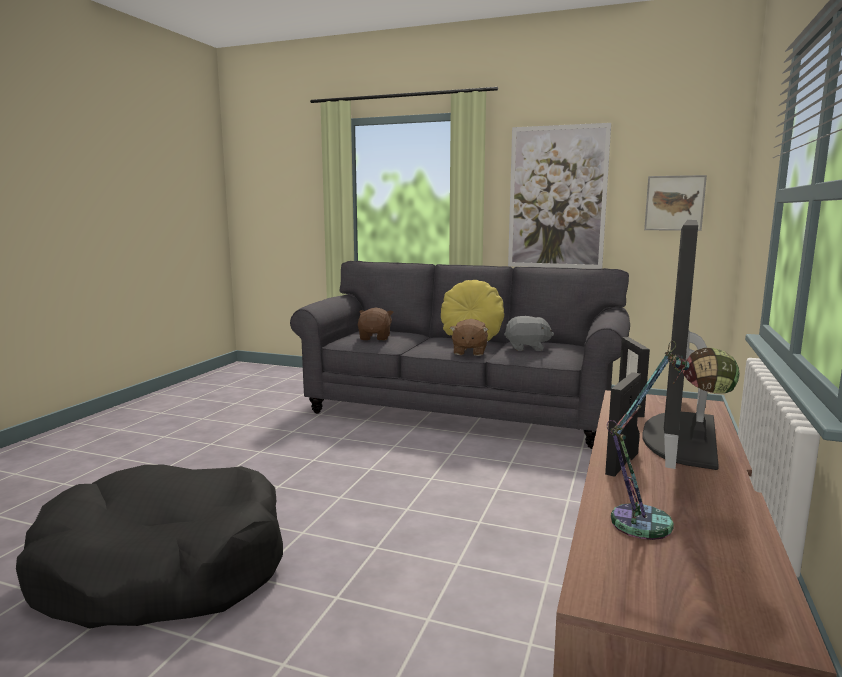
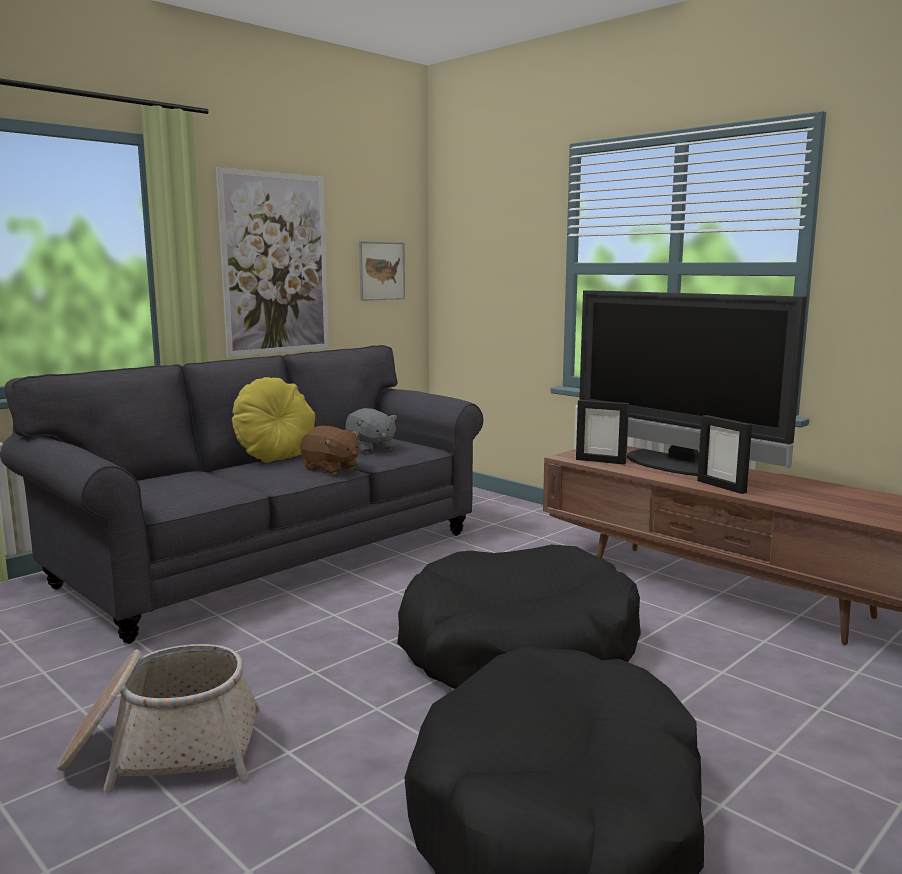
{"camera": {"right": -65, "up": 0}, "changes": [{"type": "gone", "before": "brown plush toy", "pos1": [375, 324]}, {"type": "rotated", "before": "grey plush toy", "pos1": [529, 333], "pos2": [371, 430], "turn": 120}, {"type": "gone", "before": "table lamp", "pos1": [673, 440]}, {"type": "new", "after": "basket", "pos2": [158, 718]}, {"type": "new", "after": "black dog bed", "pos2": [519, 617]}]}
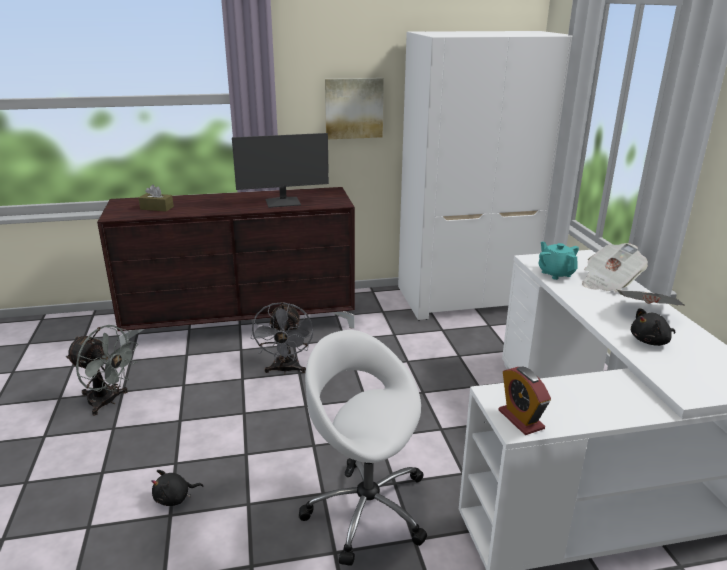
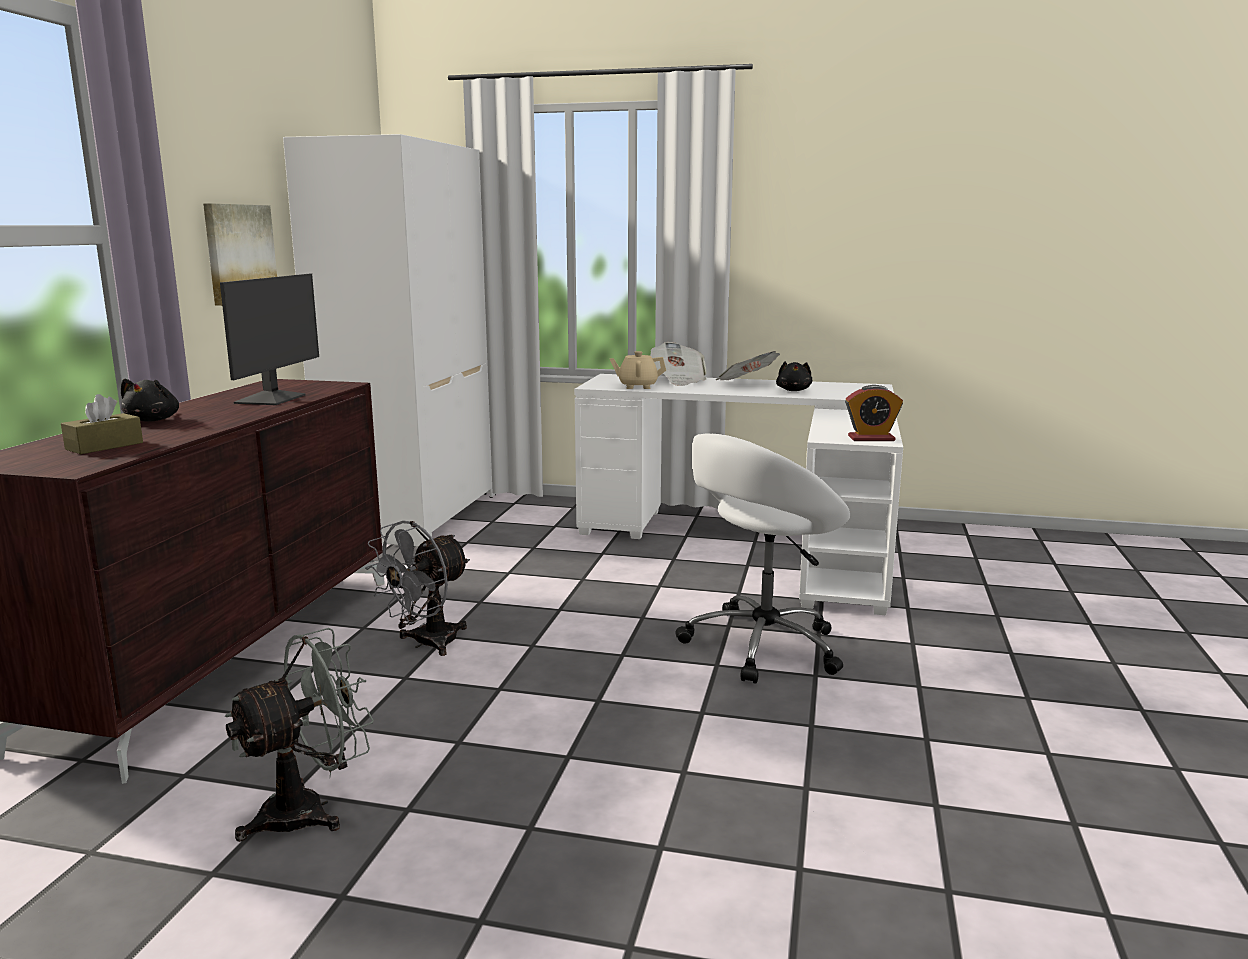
{"camera": {"right": -65, "up": -10}, "changes": [{"type": "shifted", "before": "black plush toy", "pos1": [177, 488], "pos2": [150, 400]}, {"type": "rotated", "before": "grey fan", "pos1": [282, 338], "pos2": [417, 588], "turn": 105}, {"type": "repainted", "before": "turquoise teapot", "after": "beige teapot", "pos1": [559, 261], "pos2": [638, 370]}]}
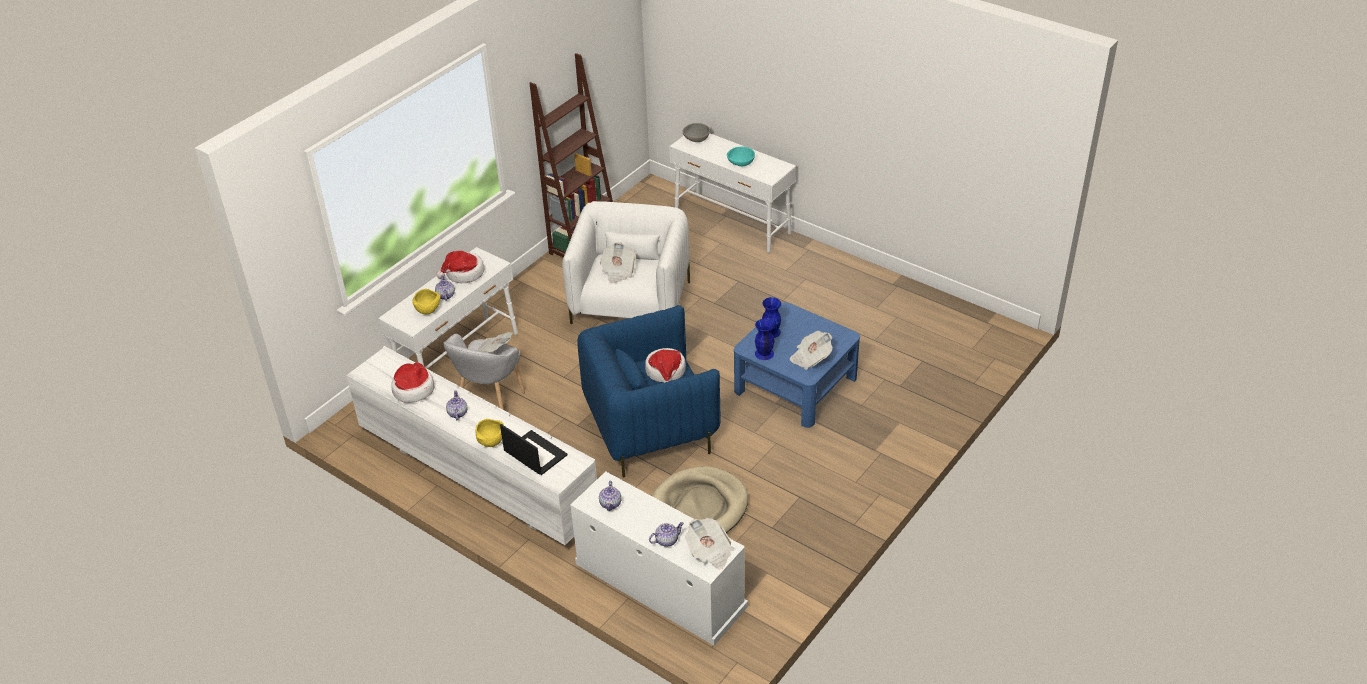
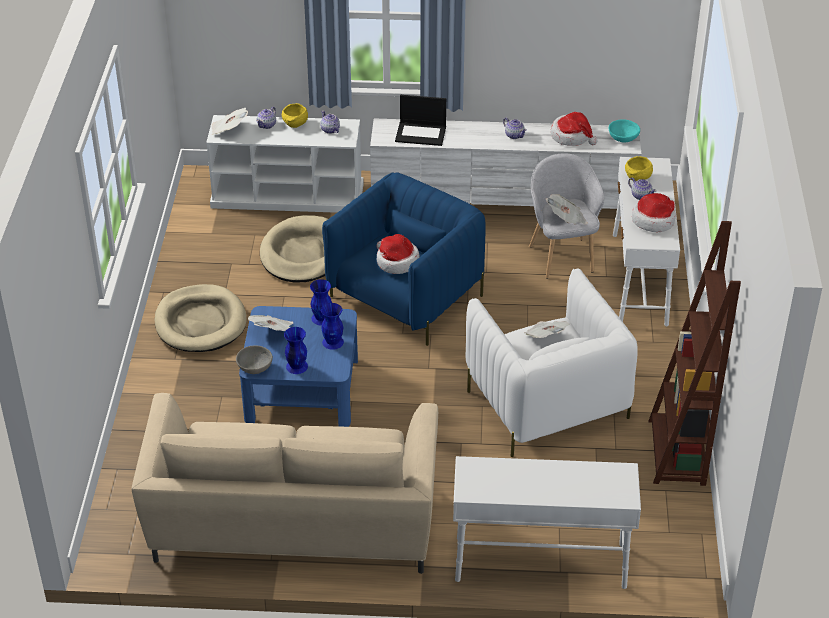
{"camera": {"right": 145, "up": 0}, "changes": [{"type": "shifted", "before": "yellow bowl", "pos1": [489, 433], "pos2": [295, 115]}, {"type": "shifted", "before": "grey bowl", "pos1": [696, 132], "pos2": [254, 359]}, {"type": "shifted", "before": "turquoise bowl", "pos1": [741, 156], "pos2": [624, 130]}, {"type": "new", "after": "beige sofa", "pos2": [284, 483]}, {"type": "new", "after": "beige dog bed", "pos2": [200, 318]}, {"type": "new", "after": "blue vase", "pos2": [296, 350]}]}
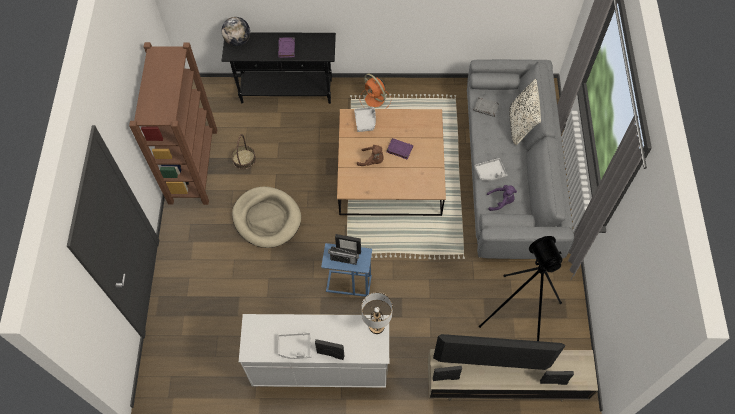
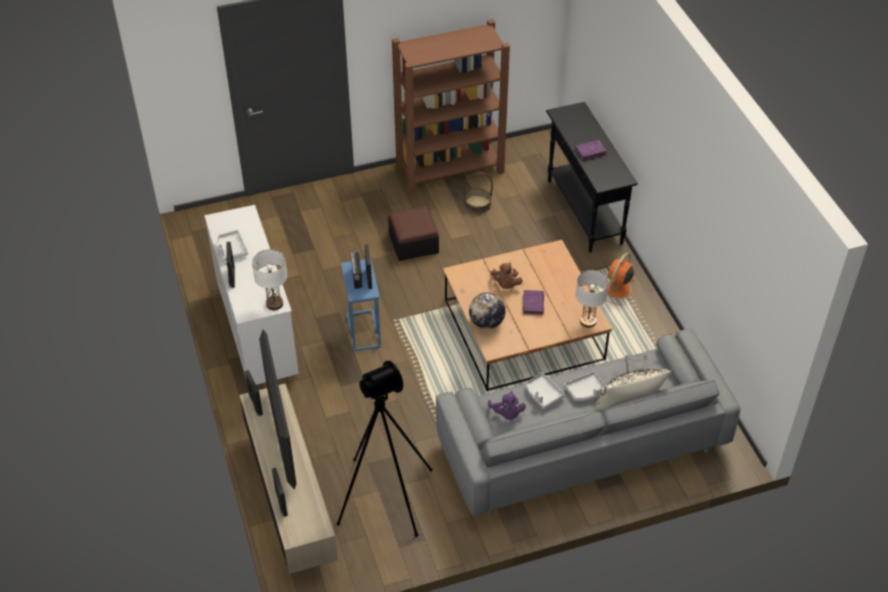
{"camera": {"right": 70, "up": -15}, "changes": [{"type": "shifted", "before": "globe", "pos1": [235, 31], "pos2": [487, 310]}, {"type": "swapped", "before": "beige dog bed", "after": "ottoman", "pos1": [266, 217], "pos2": [413, 234]}, {"type": "shifted", "before": "grey tray", "pos1": [365, 119], "pos2": [585, 386]}, {"type": "new", "after": "table lamp", "pos2": [592, 299]}]}
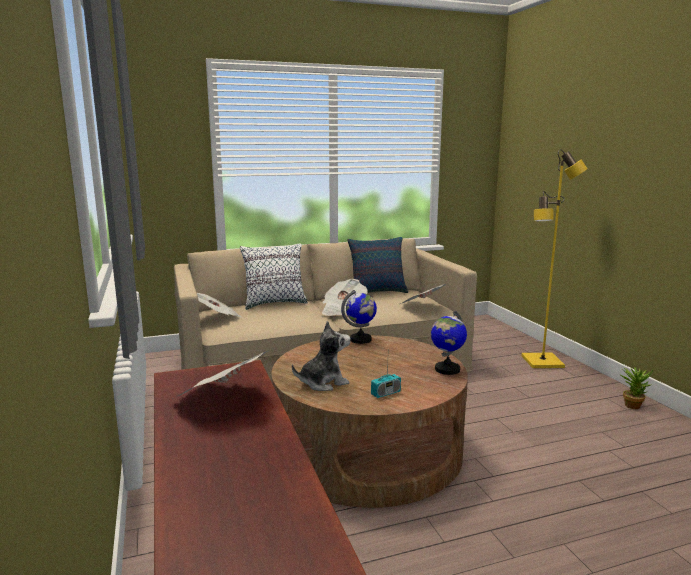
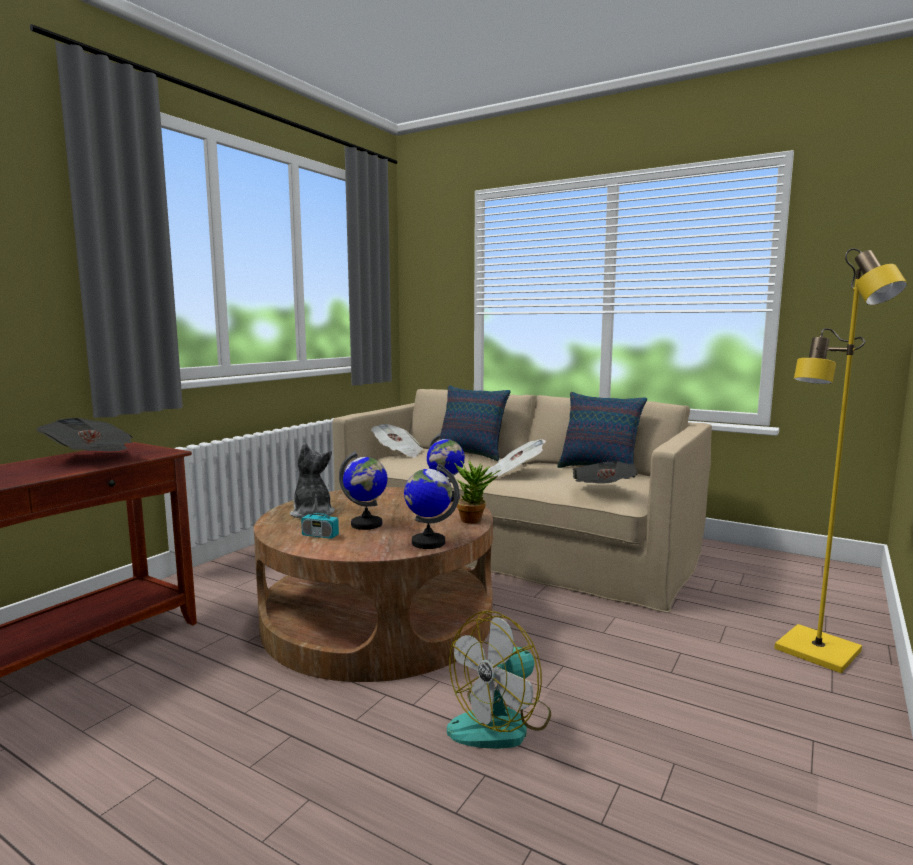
{"camera": {"right": 50, "up": -5}, "changes": [{"type": "repainted", "before": "white pillow", "after": "blue pillow", "pos1": [274, 277], "pos2": [474, 423]}, {"type": "rotated", "before": "plush toy", "pos1": [321, 356], "pos2": [312, 480], "turn": -135}, {"type": "shifted", "before": "potted plant", "pos1": [636, 388], "pos2": [477, 492]}, {"type": "new", "after": "globe", "pos2": [363, 490]}, {"type": "new", "after": "fan", "pos2": [499, 679]}]}
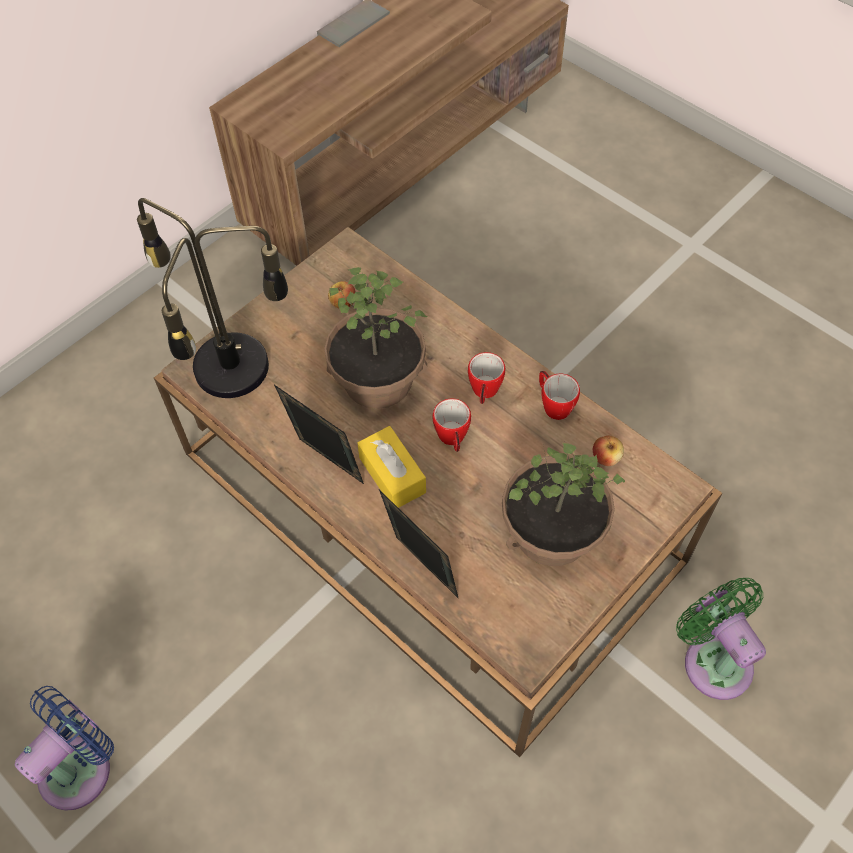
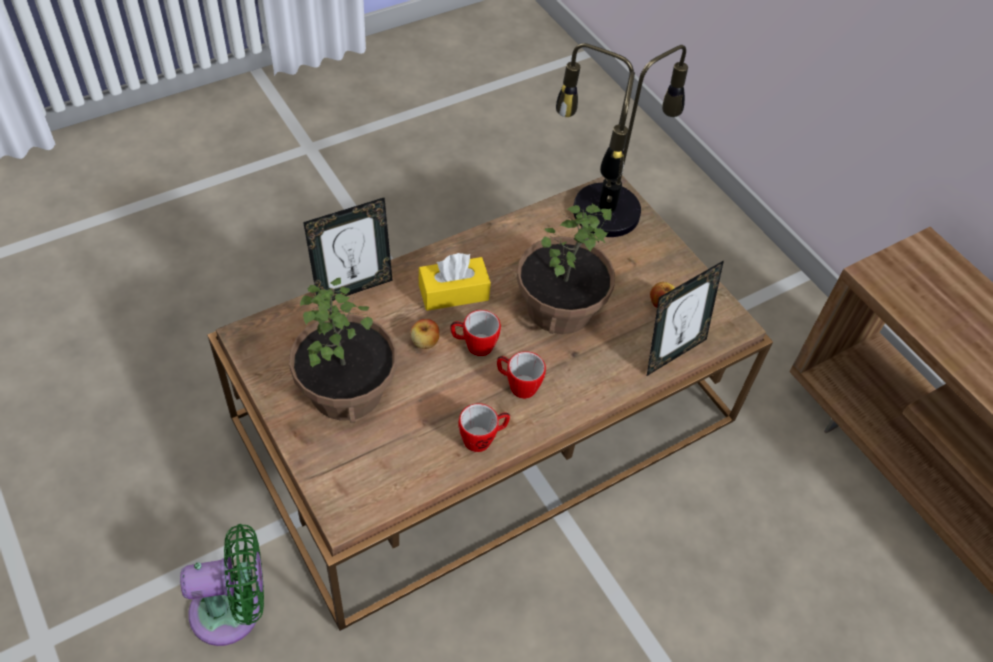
{"camera": {"right": 100, "up": -5}, "changes": [{"type": "gone", "before": "blue fan", "pos1": [64, 748]}, {"type": "shifted", "before": "picture frame", "pos1": [319, 434], "pos2": [685, 318]}, {"type": "shifted", "before": "apple", "pos1": [608, 451], "pos2": [424, 334]}]}
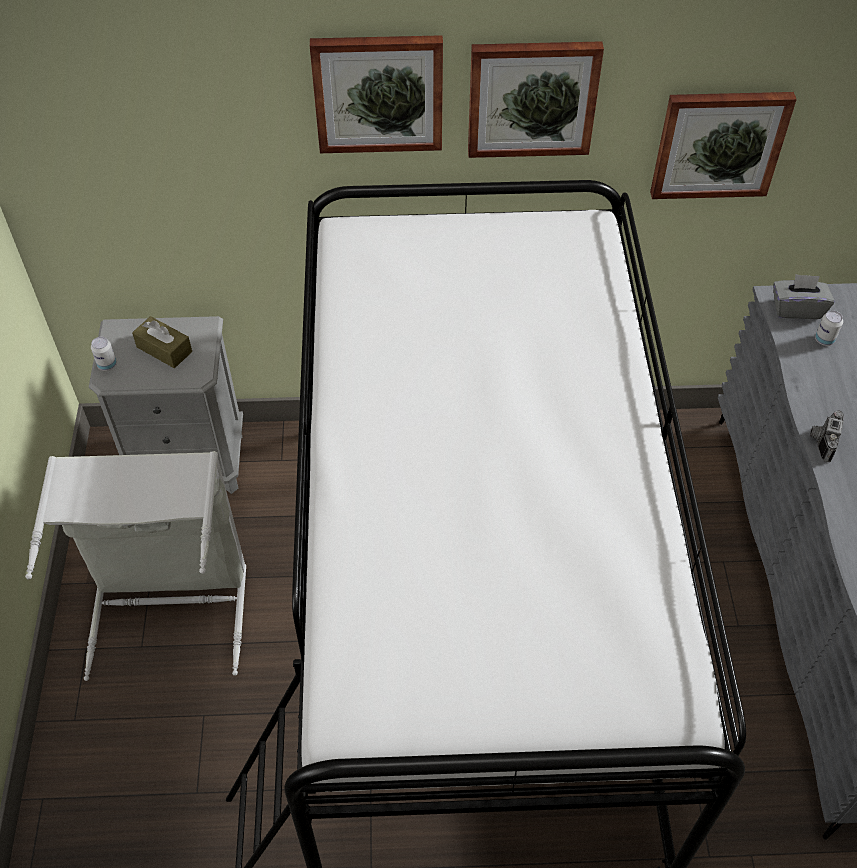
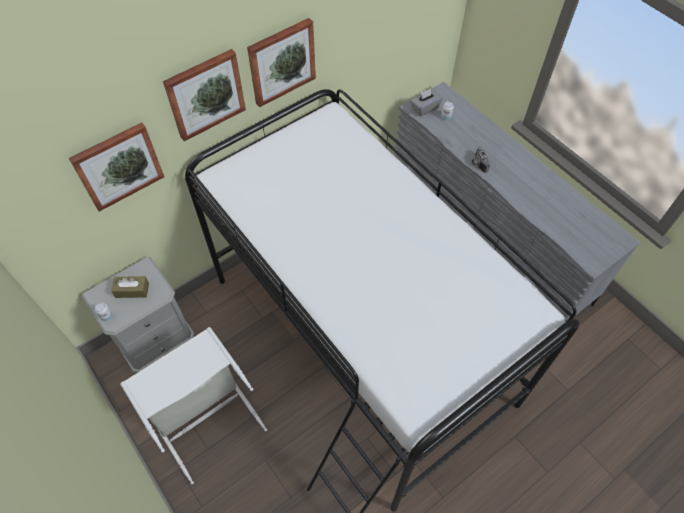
{"camera": {"right": -35, "up": 5}, "changes": [{"type": "shifted", "before": "picture", "pos1": [723, 145], "pos2": [116, 167]}]}
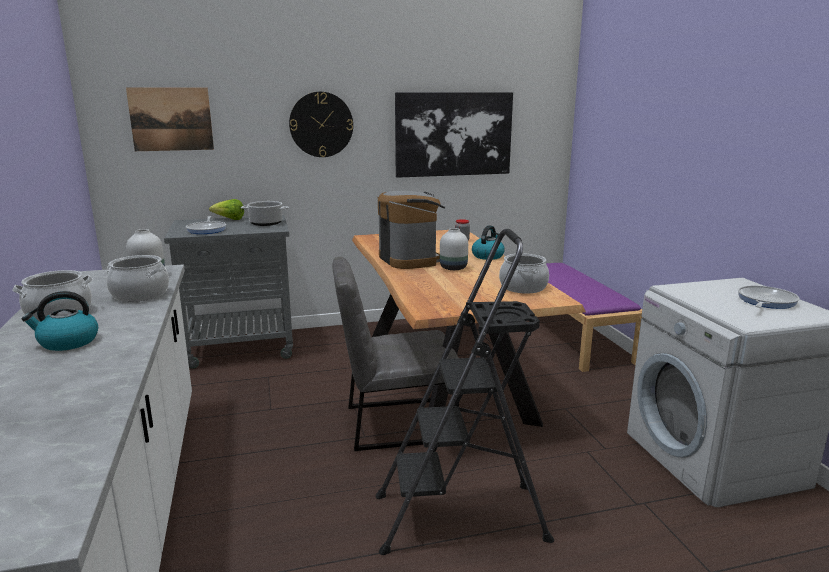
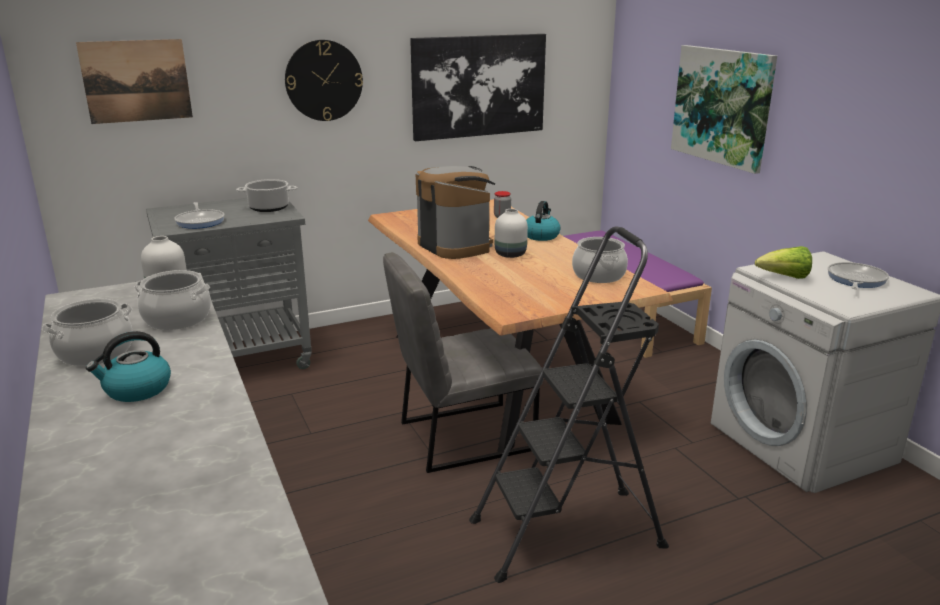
{"camera": {"right": -10, "up": 5}, "changes": [{"type": "shifted", "before": "lettuce", "pos1": [226, 209], "pos2": [783, 262]}, {"type": "new", "after": "picture", "pos2": [724, 109]}]}
